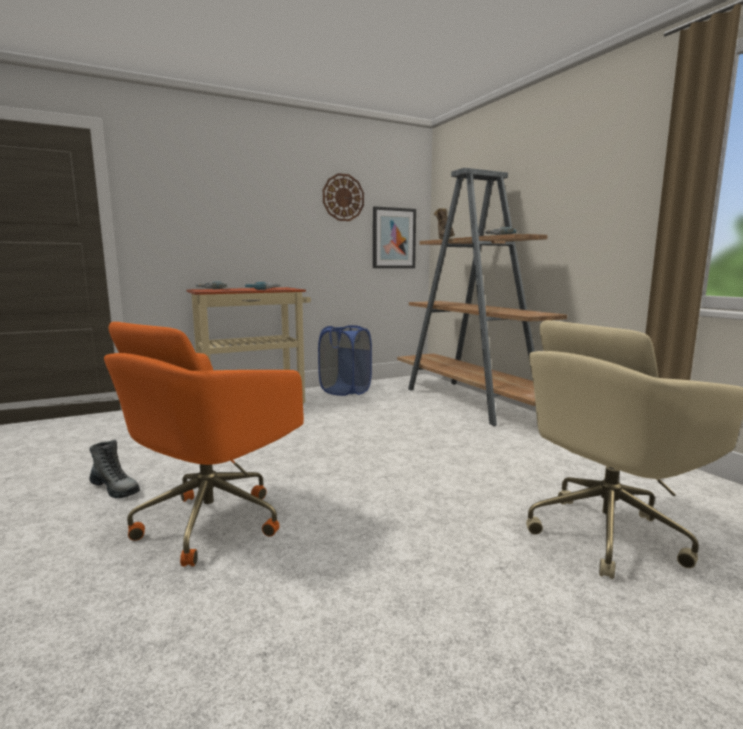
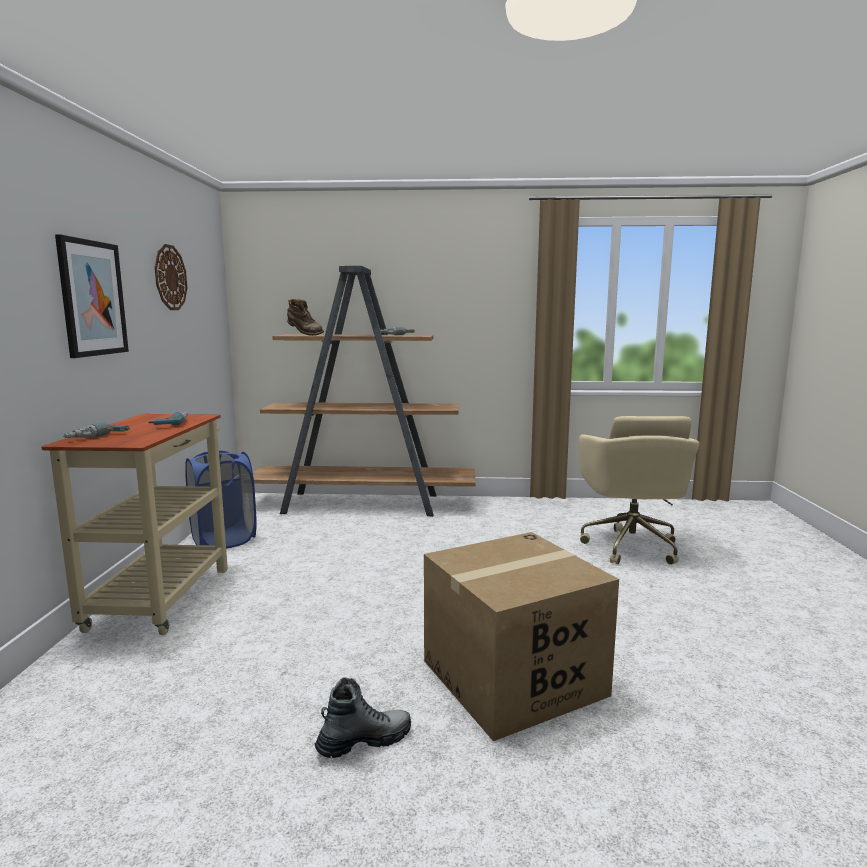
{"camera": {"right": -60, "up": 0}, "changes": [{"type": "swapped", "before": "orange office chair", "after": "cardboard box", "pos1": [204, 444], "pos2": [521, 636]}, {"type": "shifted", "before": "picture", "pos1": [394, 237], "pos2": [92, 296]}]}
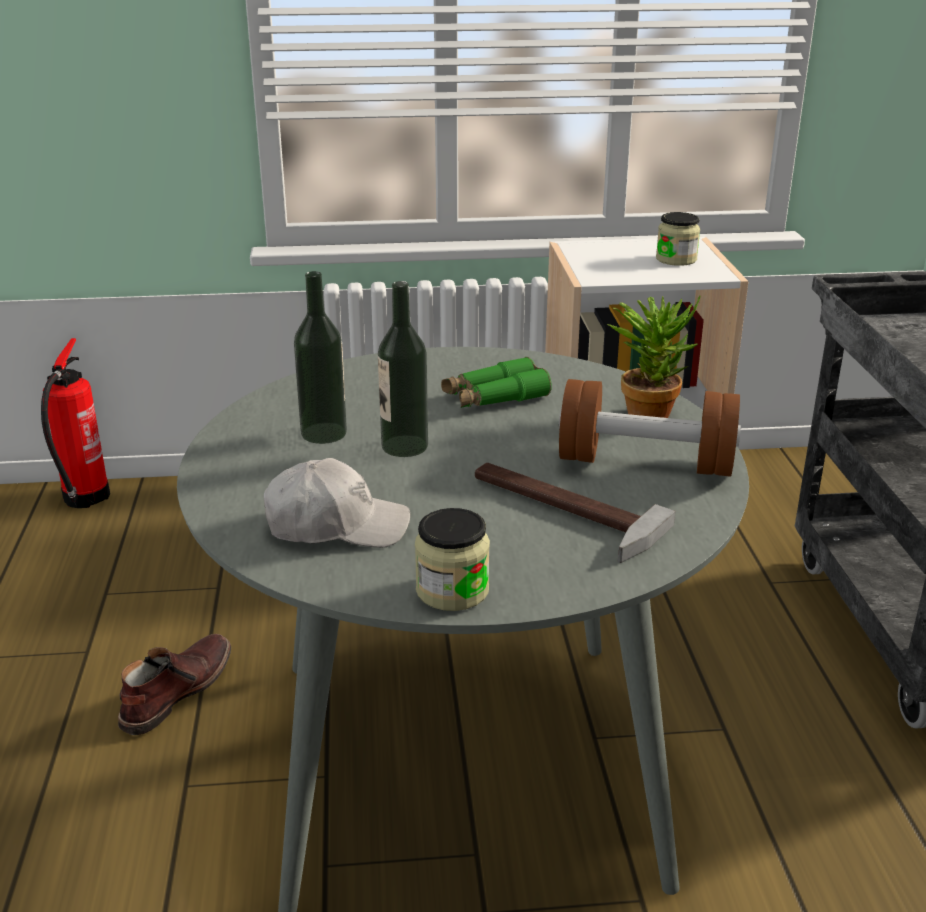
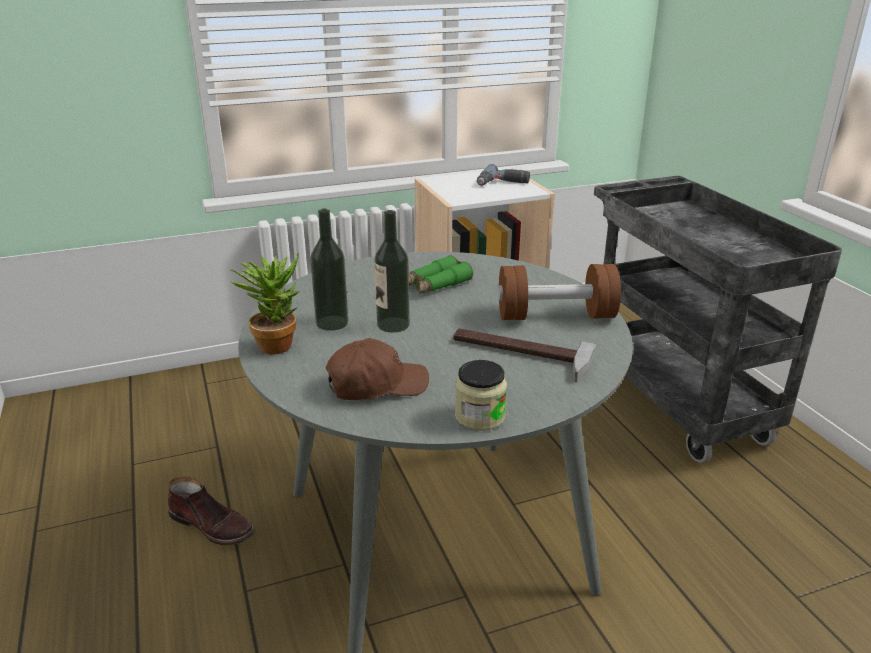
{"camera": {"right": -15, "up": 0}, "changes": [{"type": "gone", "before": "fire extinguisher", "pos1": [75, 423]}, {"type": "rotated", "before": "brown boot", "pos1": [174, 684], "pos2": [211, 510], "turn": 105}, {"type": "repainted", "before": "white cap", "after": "brown cap", "pos1": [337, 503], "pos2": [377, 369]}, {"type": "shifted", "before": "potted plant", "pos1": [654, 356], "pos2": [264, 303]}, {"type": "swapped", "before": "jar", "after": "power drill", "pos1": [678, 239], "pos2": [503, 175]}]}
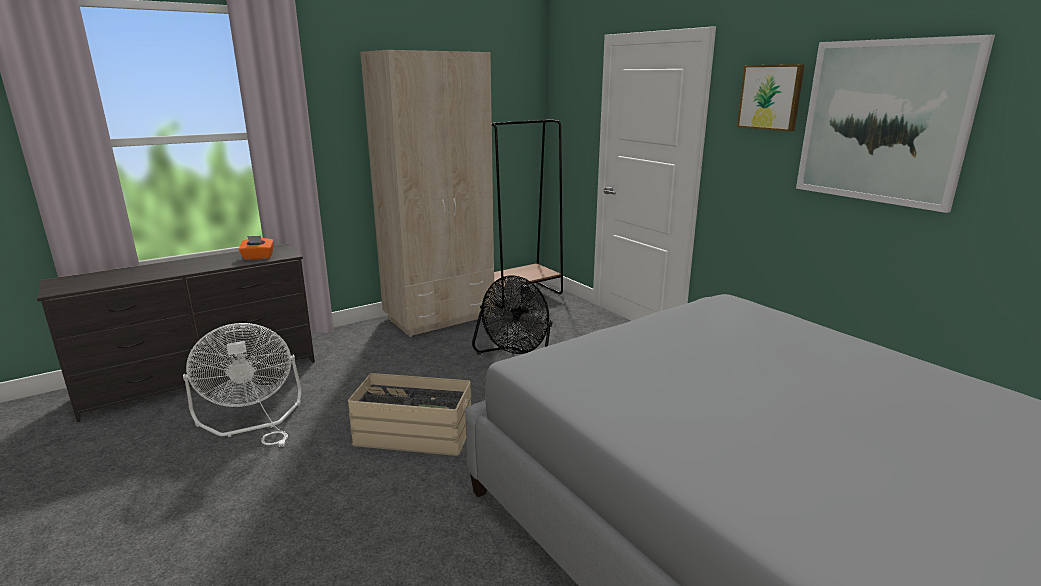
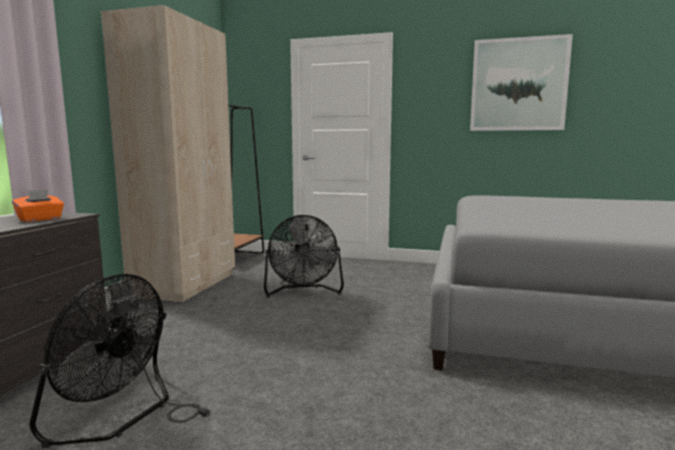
{"camera": {"right": -40, "up": -10}, "changes": [{"type": "repainted", "before": "white fan", "after": "black fan", "pos1": [242, 385], "pos2": [119, 361]}, {"type": "gone", "before": "beige storage box", "pos1": [409, 414]}, {"type": "gone", "before": "picture", "pos1": [771, 97]}]}
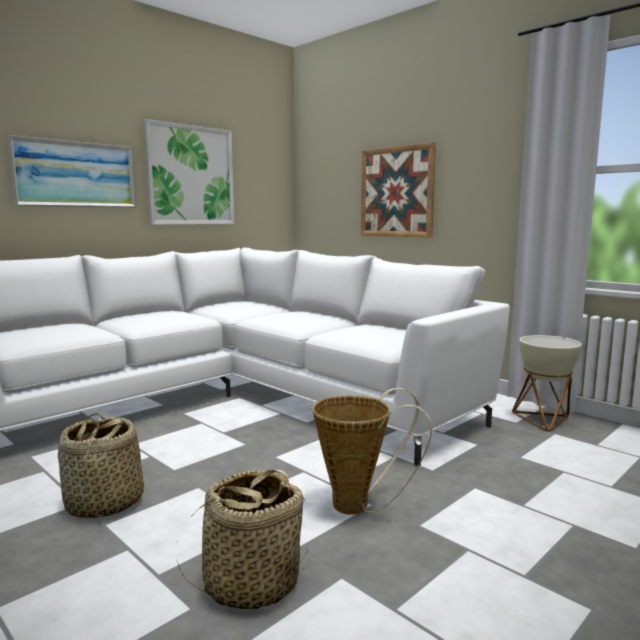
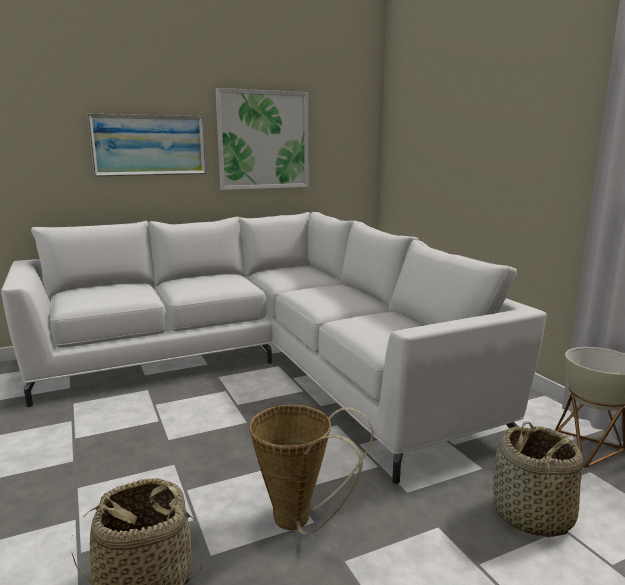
{"camera": {"right": 20, "up": 5}, "changes": [{"type": "shifted", "before": "basket", "pos1": [101, 465], "pos2": [538, 479]}, {"type": "gone", "before": "picture", "pos1": [398, 190]}]}
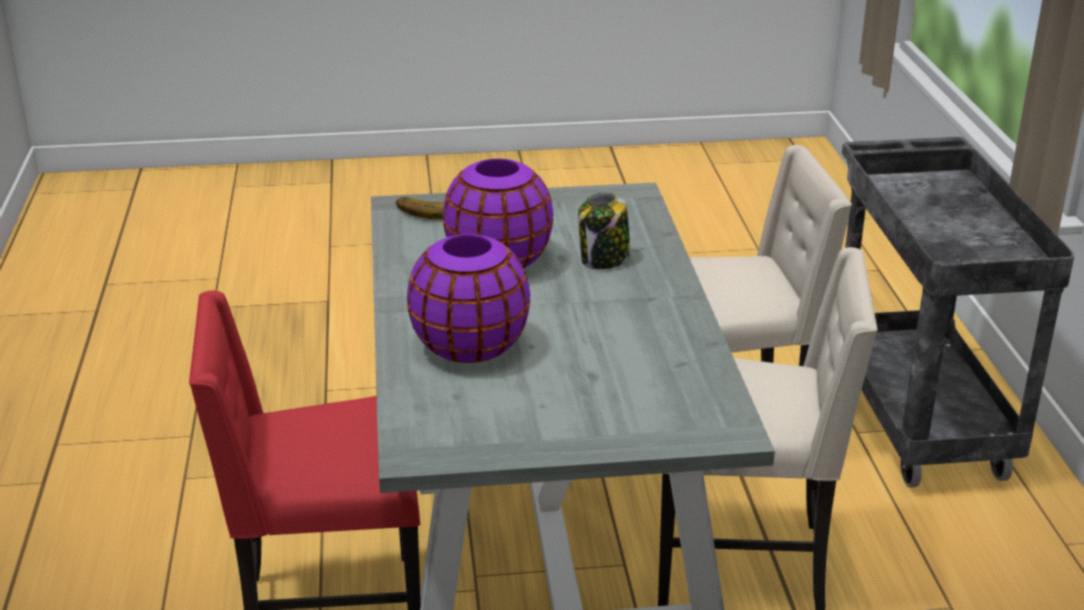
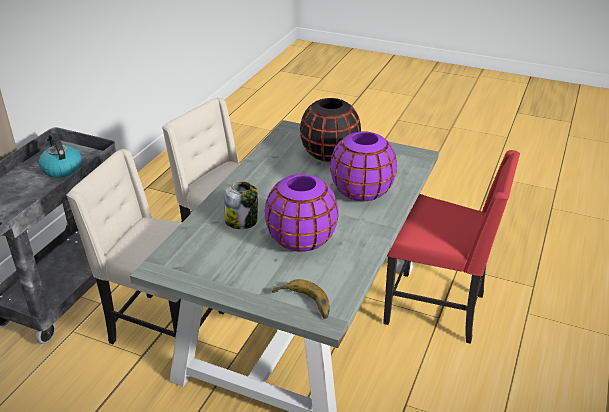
{"camera": {"right": -150, "up": 5}, "changes": [{"type": "new", "after": "kettle", "pos2": [60, 155]}, {"type": "new", "after": "black vase", "pos2": [330, 130]}]}
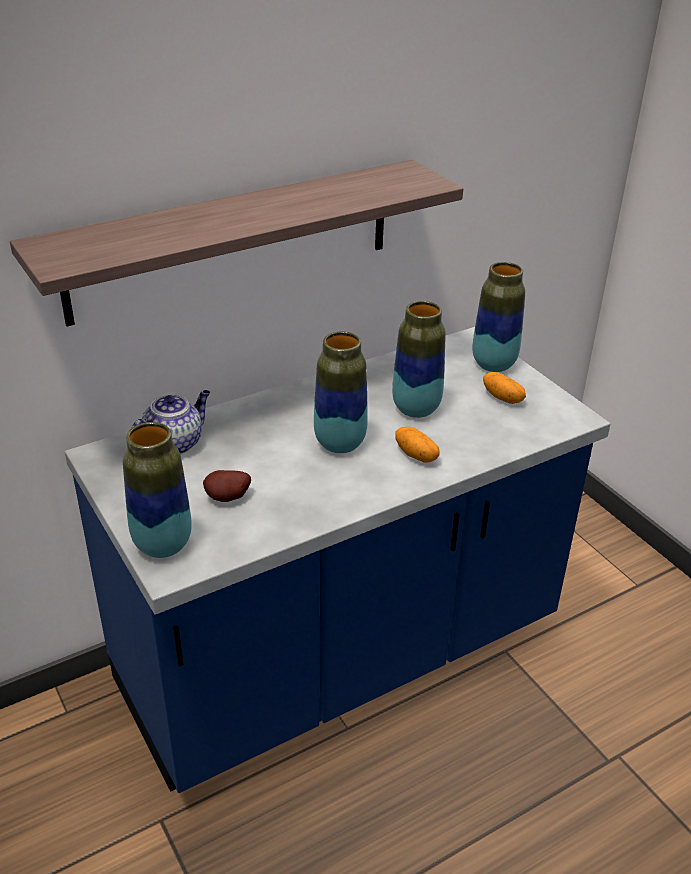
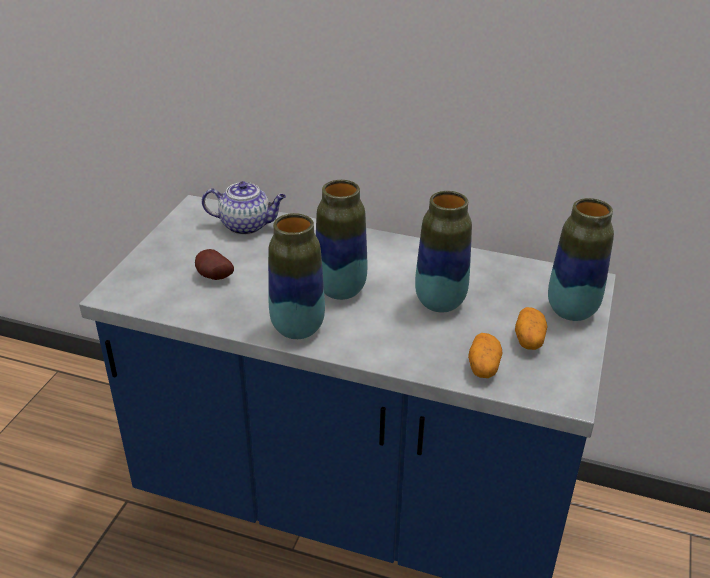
{"camera": {"right": 50, "up": 0}, "changes": [{"type": "gone", "before": "shelf", "pos1": [236, 243]}, {"type": "shifted", "before": "vase", "pos1": [157, 490], "pos2": [296, 276]}, {"type": "shifted", "before": "potato", "pos1": [417, 445], "pos2": [485, 355]}]}
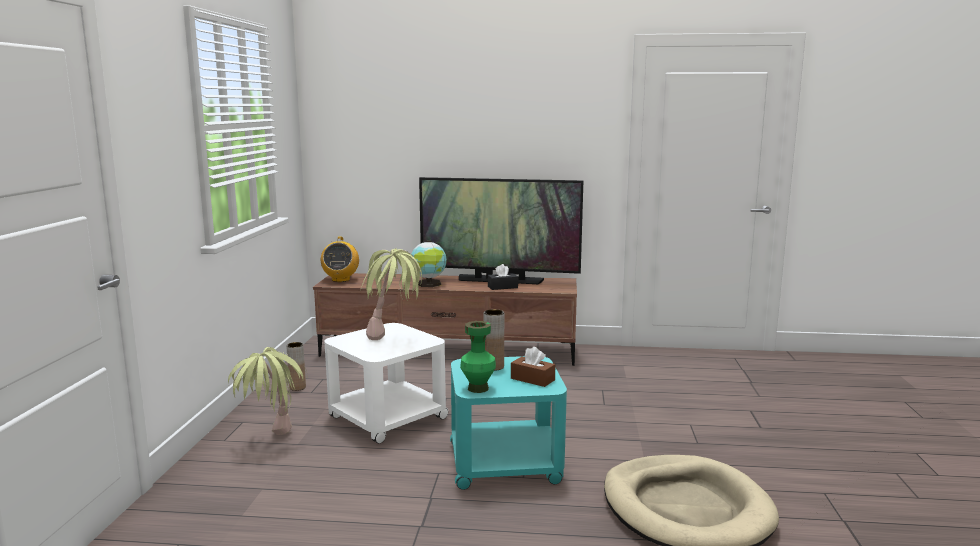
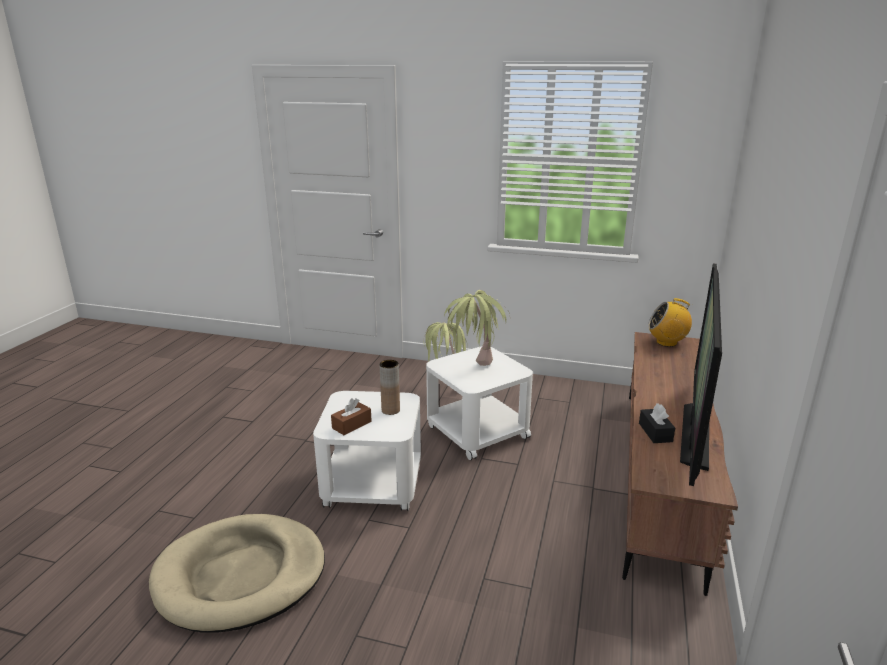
{"camera": {"right": 100, "up": 10}, "changes": [{"type": "gone", "before": "brown vase", "pos1": [296, 366]}, {"type": "gone", "before": "globe", "pos1": [429, 264]}, {"type": "repainted", "before": "turquoise side table", "after": "white side table", "pos1": [508, 423], "pos2": [367, 451]}, {"type": "gone", "before": "green vase", "pos1": [478, 357]}]}
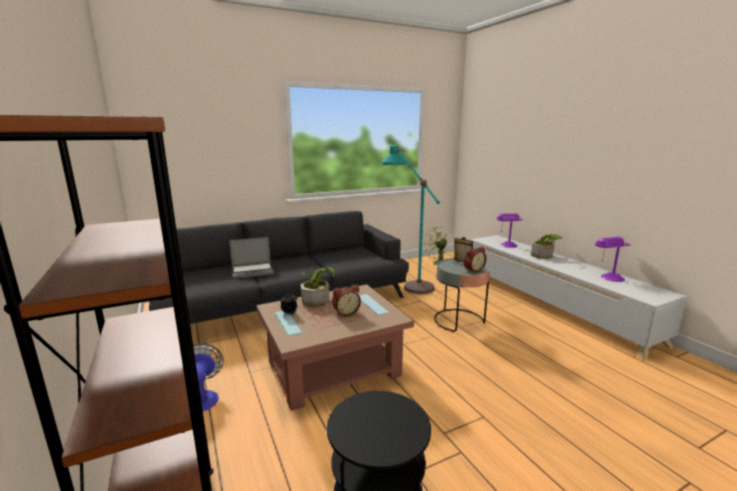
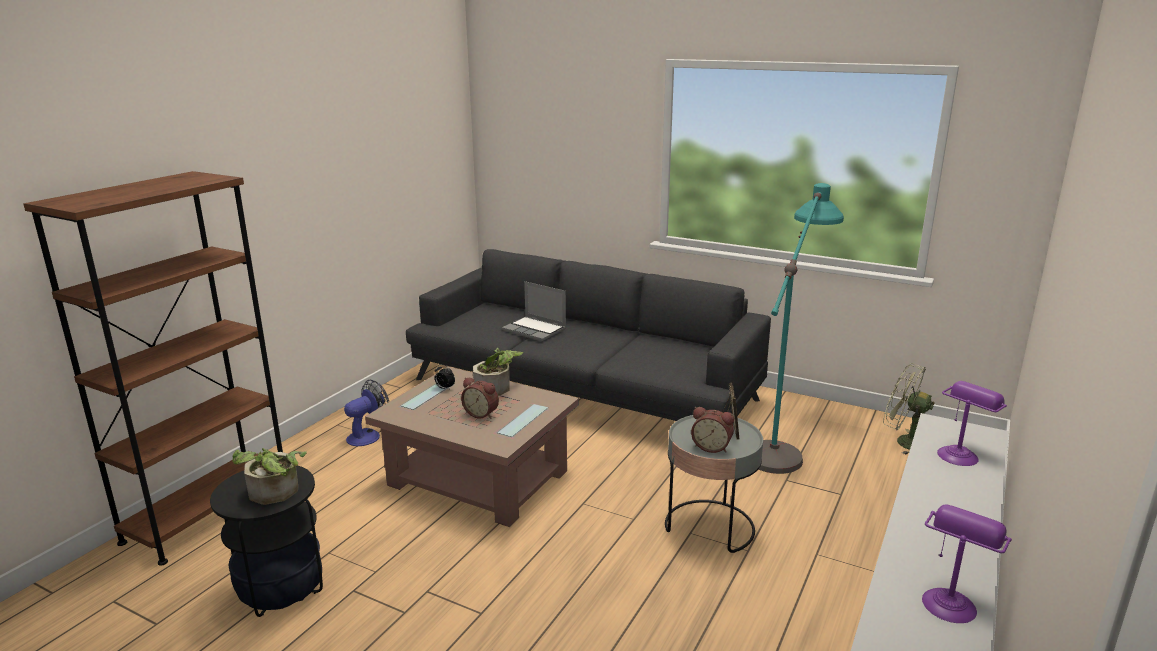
{"camera": {"right": 55, "up": 5}, "changes": [{"type": "shifted", "before": "potted plant", "pos1": [546, 246], "pos2": [269, 476]}]}
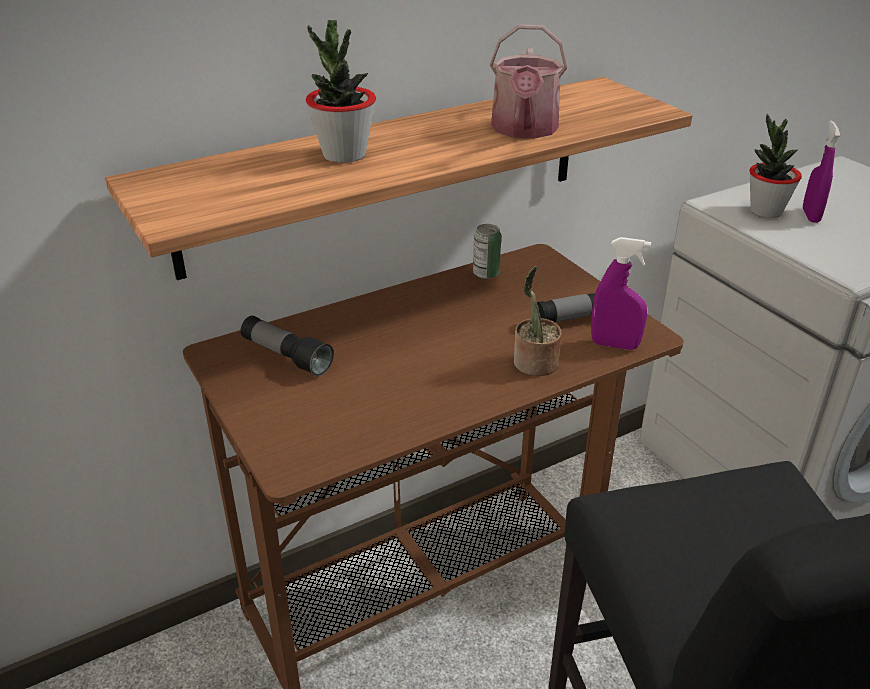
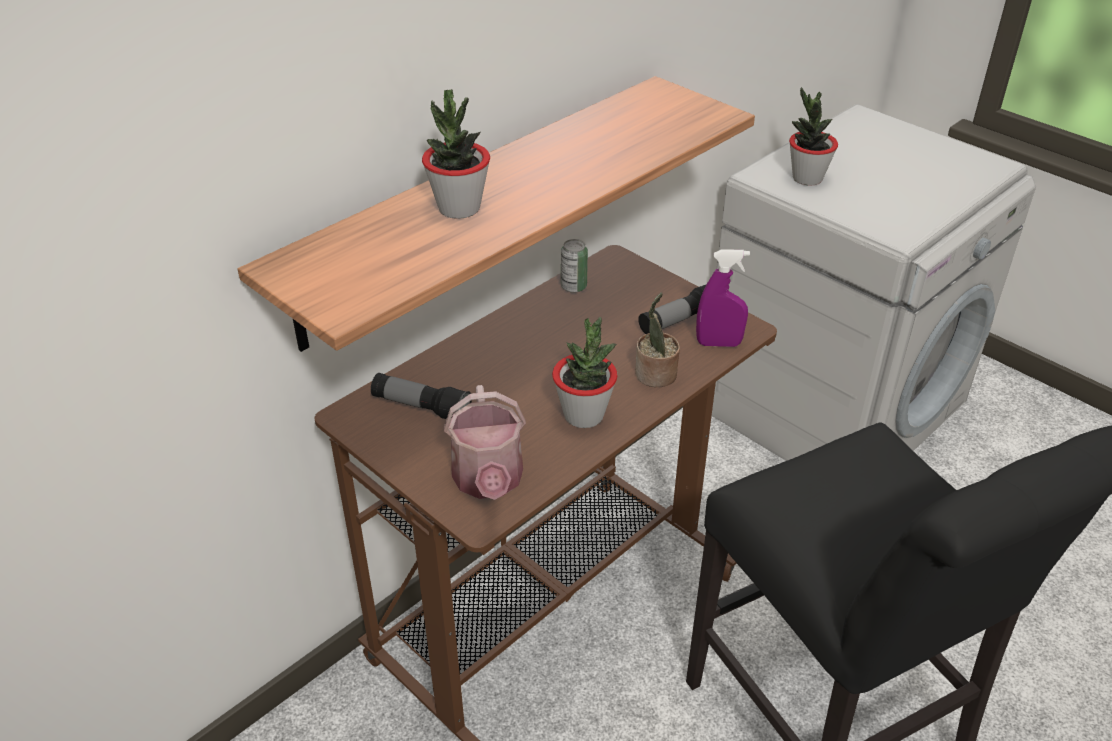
{"camera": {"right": -15, "up": 5}, "changes": [{"type": "shifted", "before": "watering can", "pos1": [528, 81], "pos2": [485, 442]}, {"type": "gone", "before": "purple spray bottle", "pos1": [821, 171]}, {"type": "new", "after": "potted plant", "pos2": [584, 372]}]}
